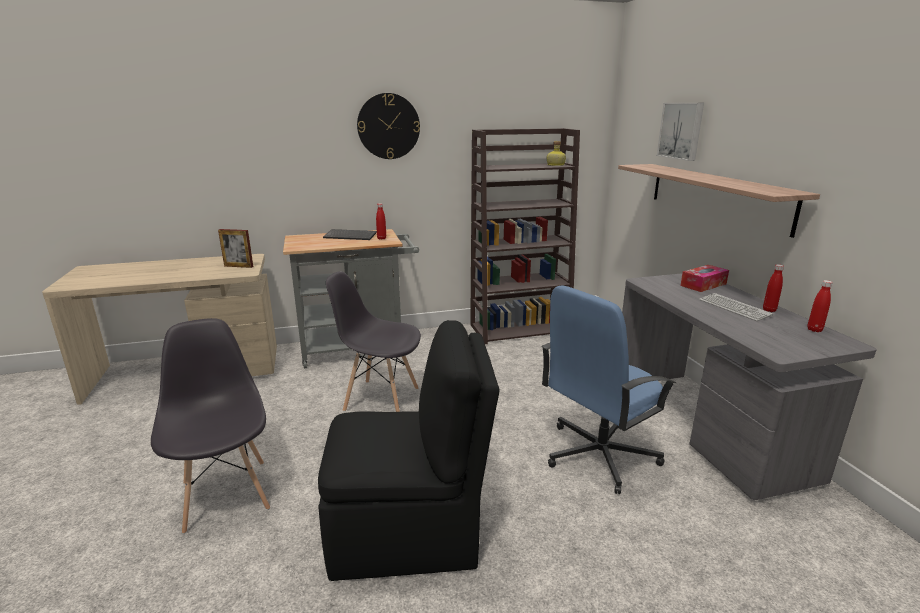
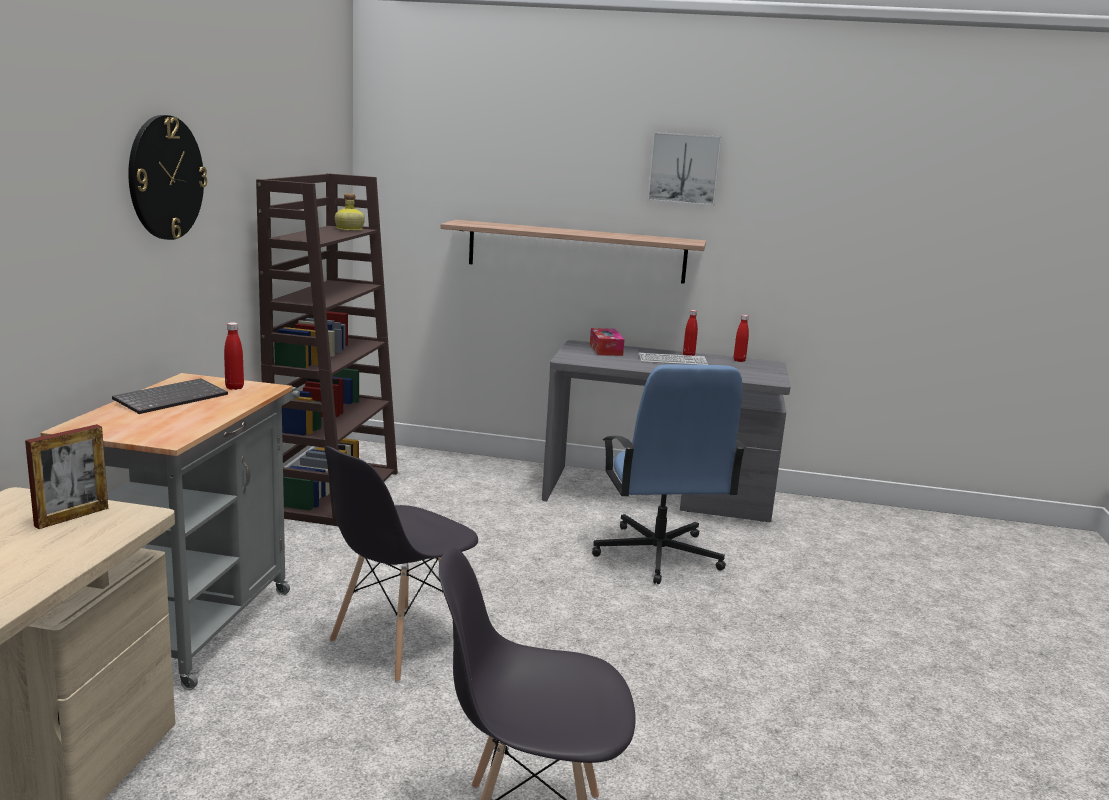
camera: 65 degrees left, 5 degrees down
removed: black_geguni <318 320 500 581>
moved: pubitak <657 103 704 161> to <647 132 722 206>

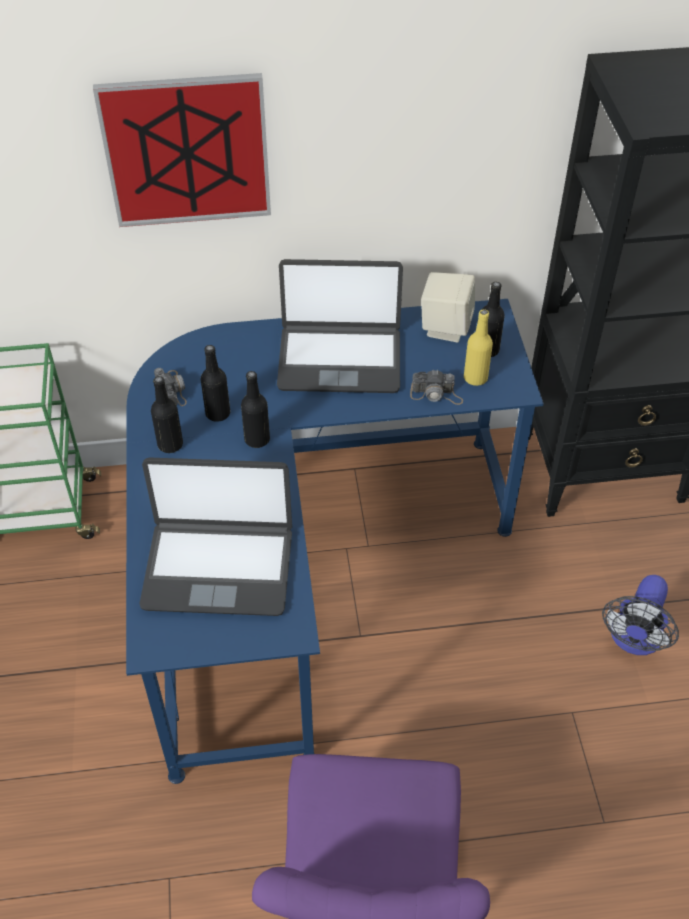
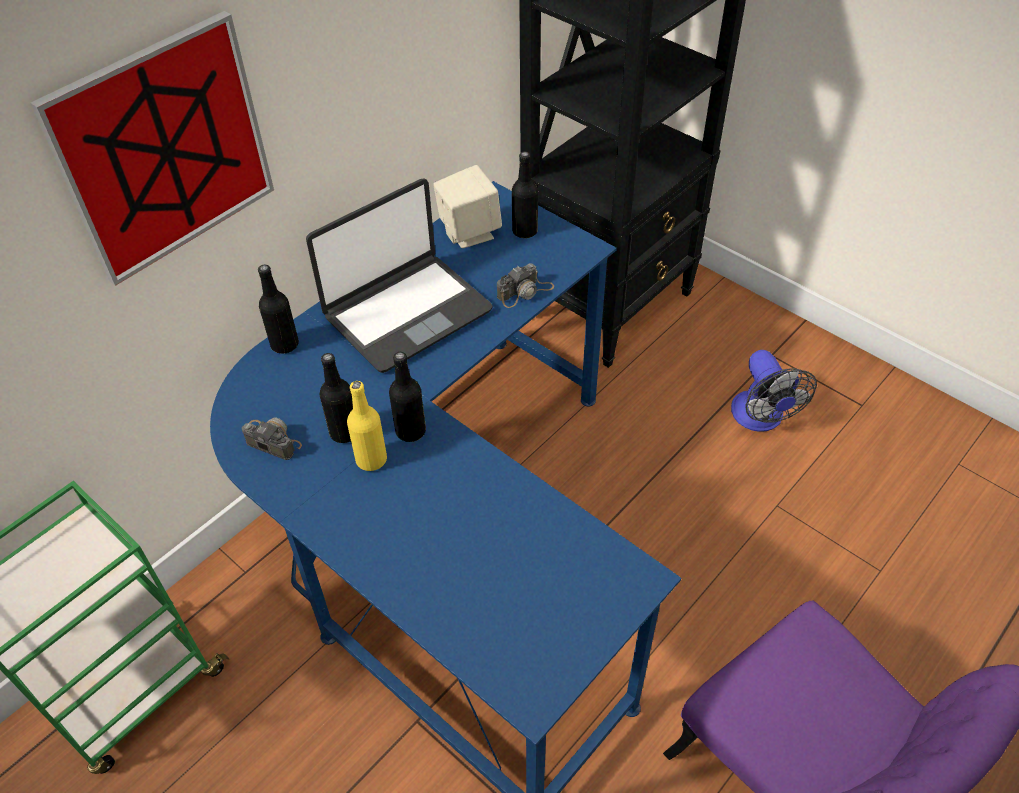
camera: 40 degrees left, 0 degrees up
removed: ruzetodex <139 457 292 616>
moved: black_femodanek <151 376 183 453> to <258 265 299 354>; yellow_femodanek <464 309 493 386> to <347 381 387 471>

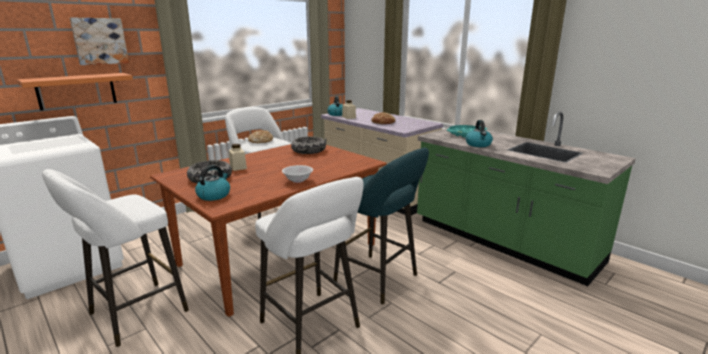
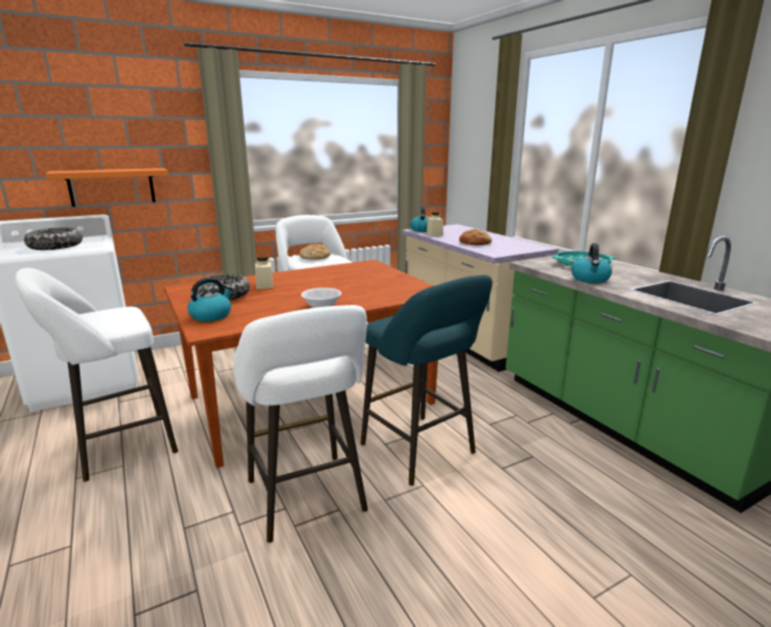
camera: 15 degrees right, 0 degrees up
removed: pubitak <70 18 129 65>
moved: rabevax <291 136 326 154> to <24 227 83 250>

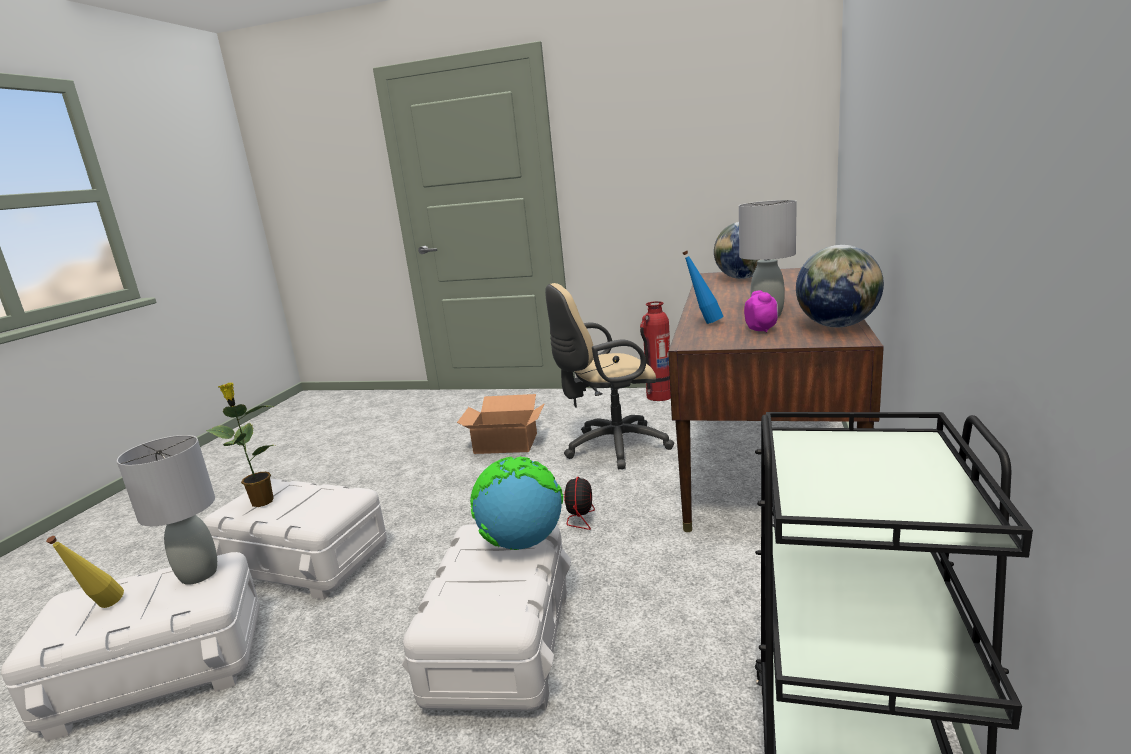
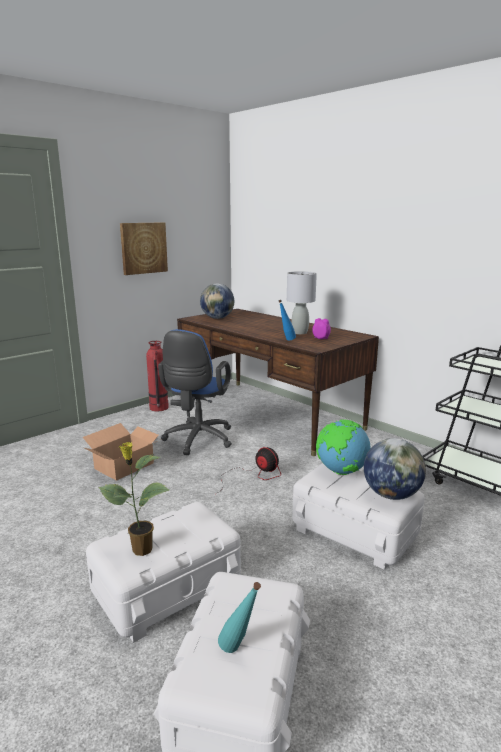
camera: 60 degrees left, 0 degrees up
removed: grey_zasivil <117 435 217 585>
added: pubitak <120 222 168 275>
moved: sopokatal <796 245 884 327> to <364 438 426 500>
recoloured: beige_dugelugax <545 283 674 469> to blue_dugelugax <158 329 232 455>; yellow_femodanek <46 536 124 608> to turquoise_femodanek <218 582 261 653>

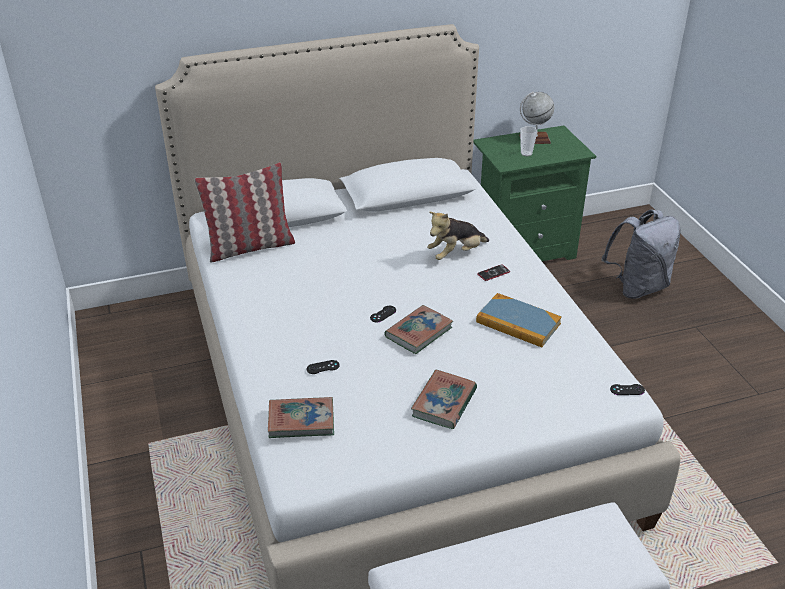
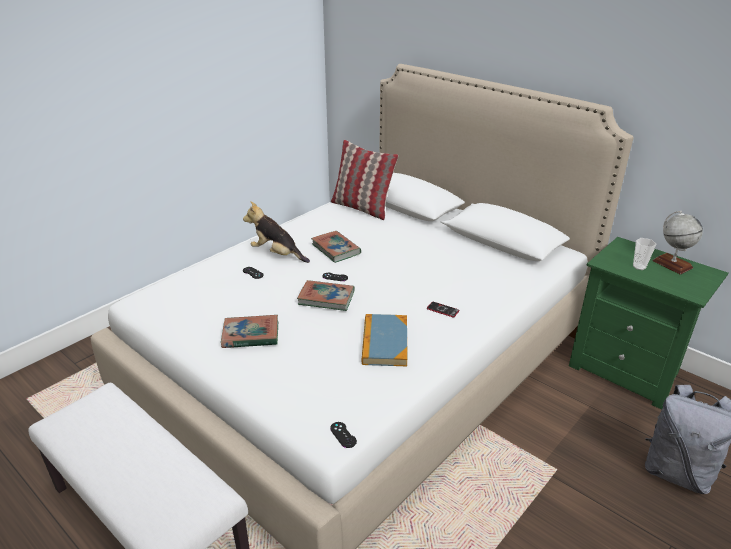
camera: 60 degrees right, 5 degrees down
moved: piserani <427 212 489 260> to <243 202 310 263>; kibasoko <268 397 334 438> to <311 231 361 263>

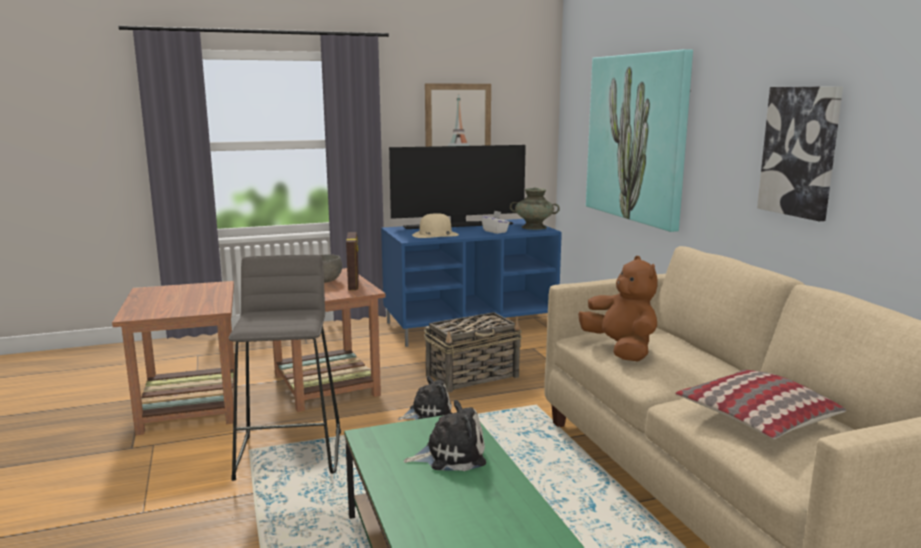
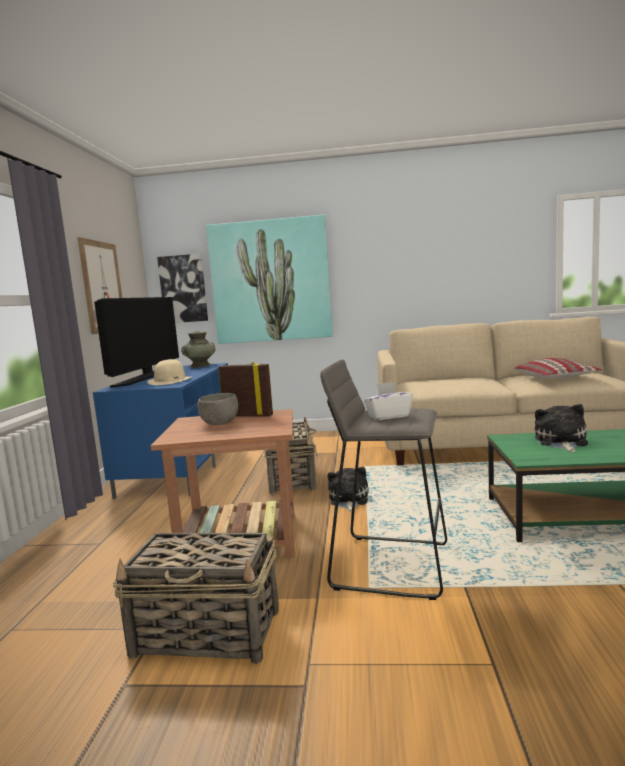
camera: 65 degrees left, 5 degrees down
removed: brown_piserani <578 256 658 362>
moved: pubitak <757 86 843 221> to <157 254 208 323>; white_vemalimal <481 211 510 234> to <364 382 413 420>
replaced: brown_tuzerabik <112 281 235 436> to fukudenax <113 533 279 664>

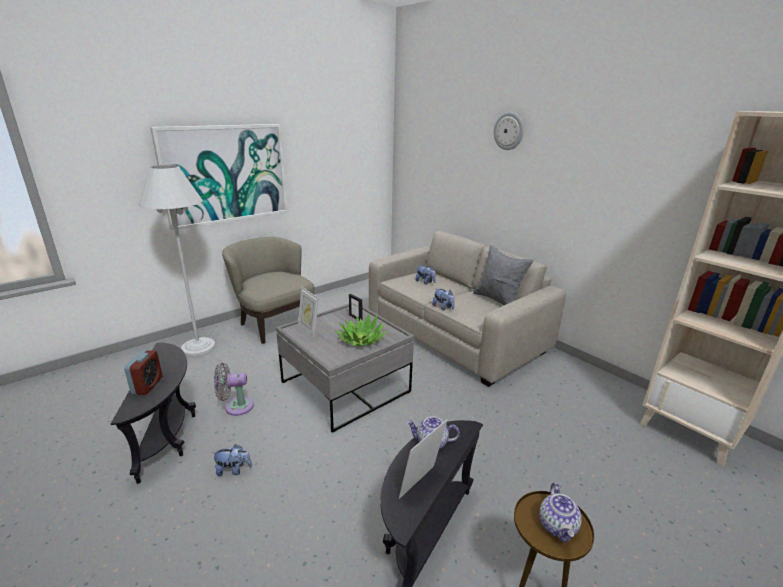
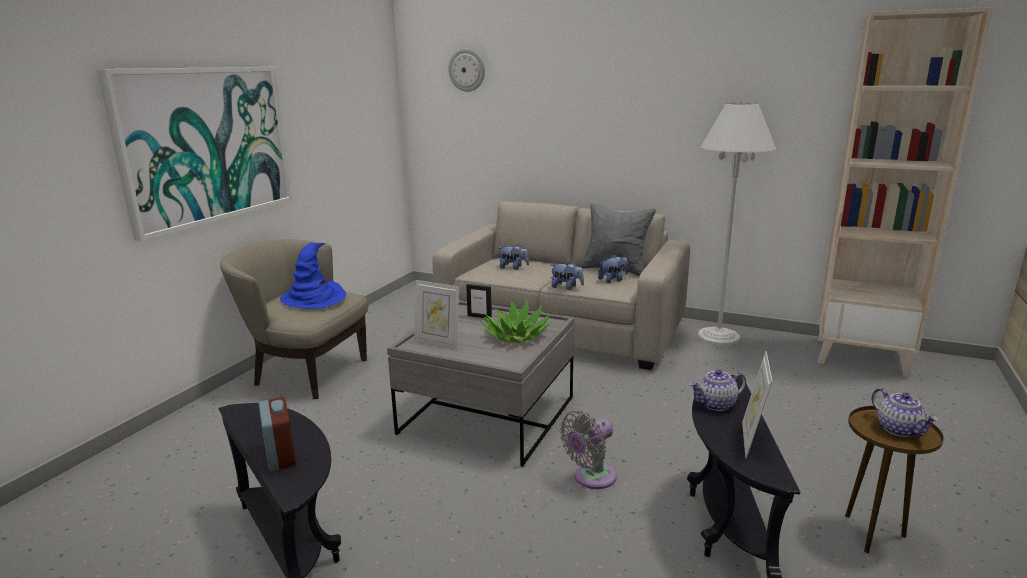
camera: 25 degrees left, 5 degrees down
added: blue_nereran <280 242 346 309>
moved: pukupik <494 112 524 150> to <449 48 485 92>; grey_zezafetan <214 363 254 416> to <560 411 617 489>; piserani <212 444 252 476> to <598 255 628 283>; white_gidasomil <138 165 215 356> to <698 103 776 346>

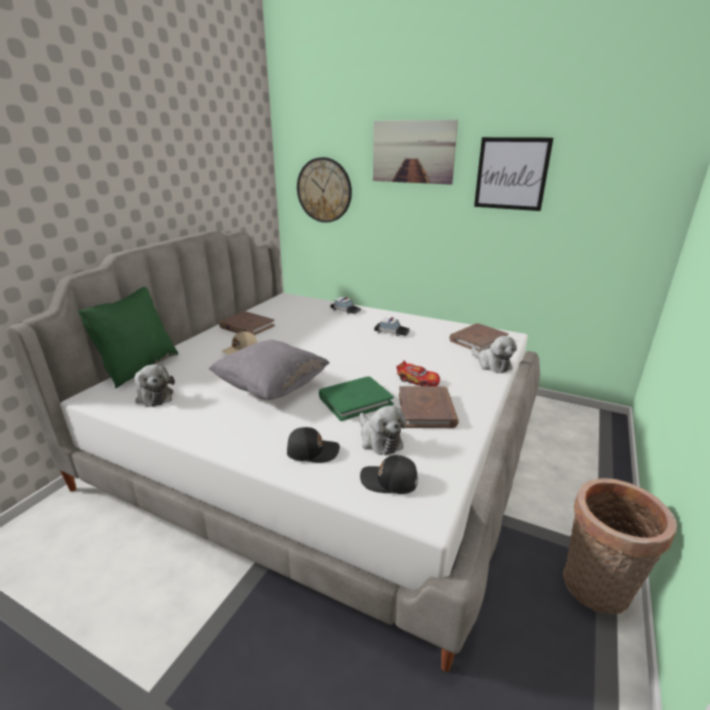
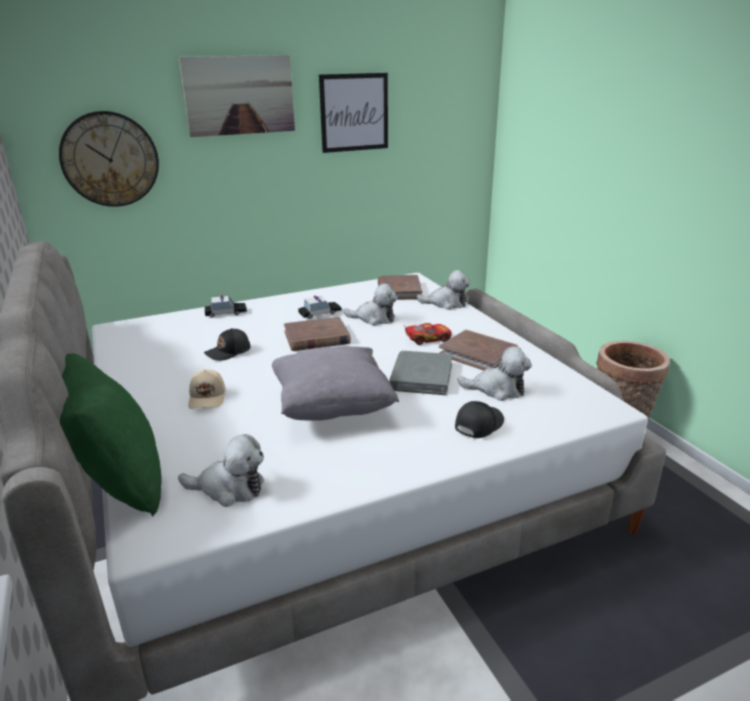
camera: 50 degrees left, 0 degrees up
added: piserani <343 284 398 325>
moved: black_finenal <360 455 418 494> to <204 328 251 361>; brown_kibasoko <219 311 275 335> to <284 317 351 351>
recoloured: green_kibasoko <319 376 394 421> to grey_kibasoko <389 351 452 395>

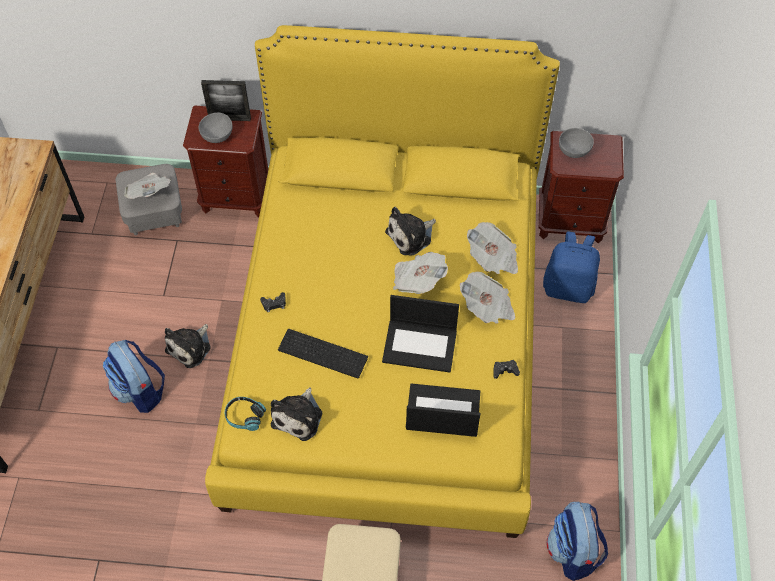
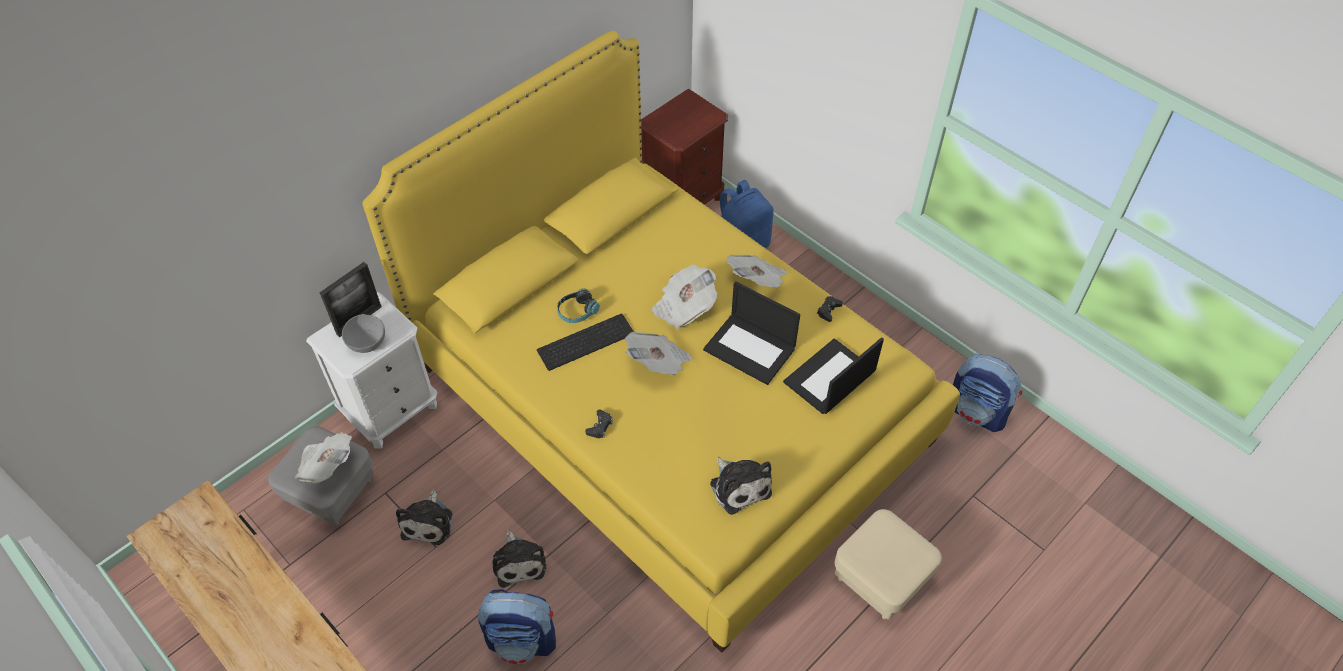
camera: 50 degrees left, 5 degrees down
removed: grey_rabevax <559 128 594 158>
moved: piserani <385 207 436 255> to <396 490 452 545>; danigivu <278 329 368 379> to <537 314 634 371>; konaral <225 397 266 431> to <557 288 600 323>; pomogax <467 222 518 274> to <625 332 692 376>
recoloured: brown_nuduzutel <183 106 269 218> to white_nuduzutel <306 292 437 449>
turned: ruzetodex <382 295 459 372> = <703 281 800 385> 75 degrees clockwise

